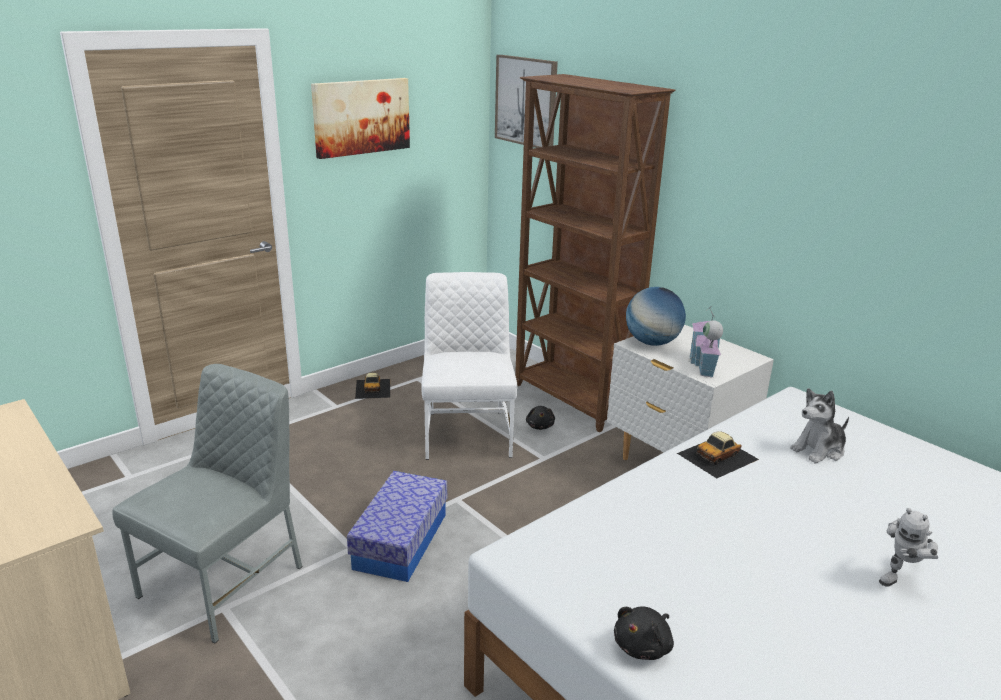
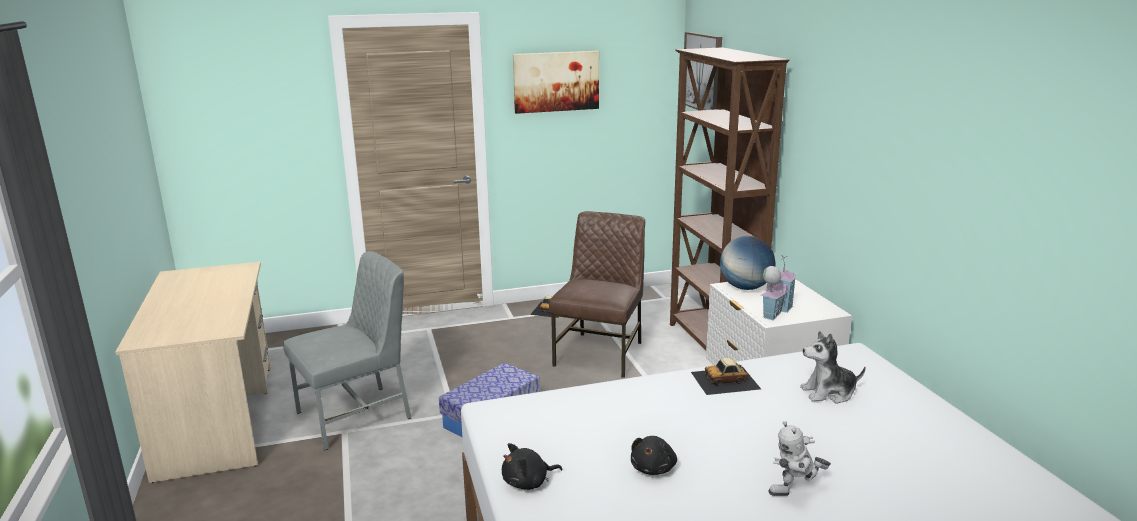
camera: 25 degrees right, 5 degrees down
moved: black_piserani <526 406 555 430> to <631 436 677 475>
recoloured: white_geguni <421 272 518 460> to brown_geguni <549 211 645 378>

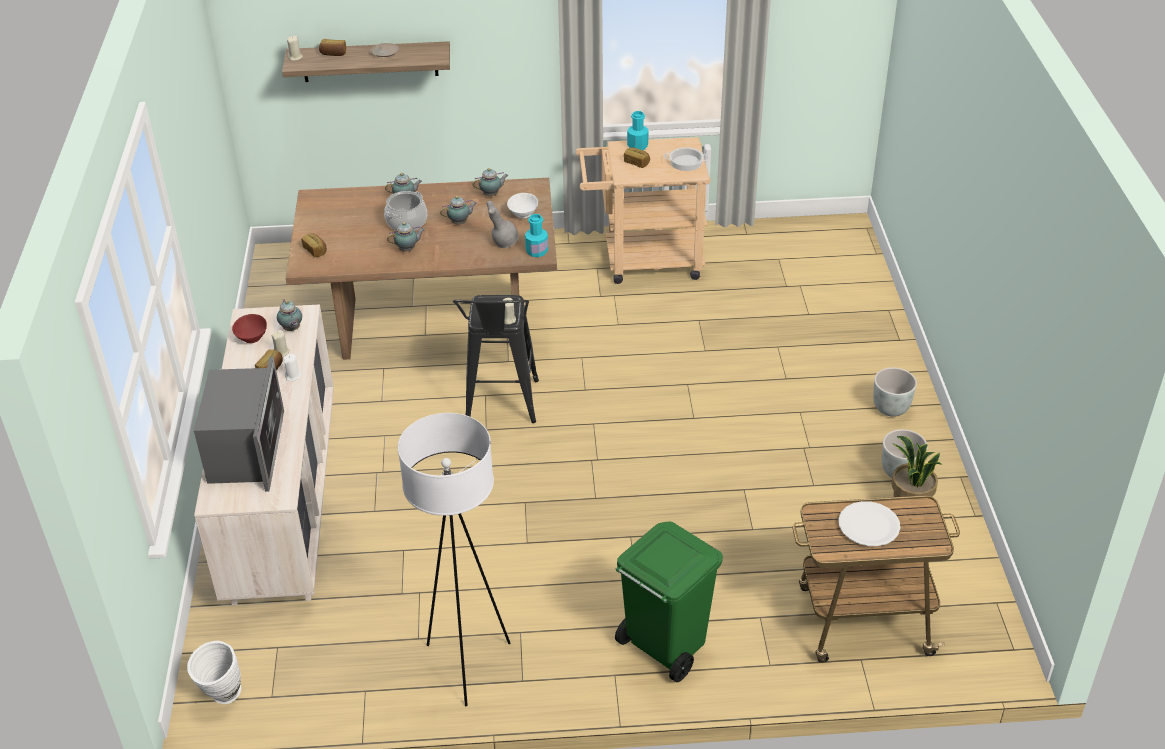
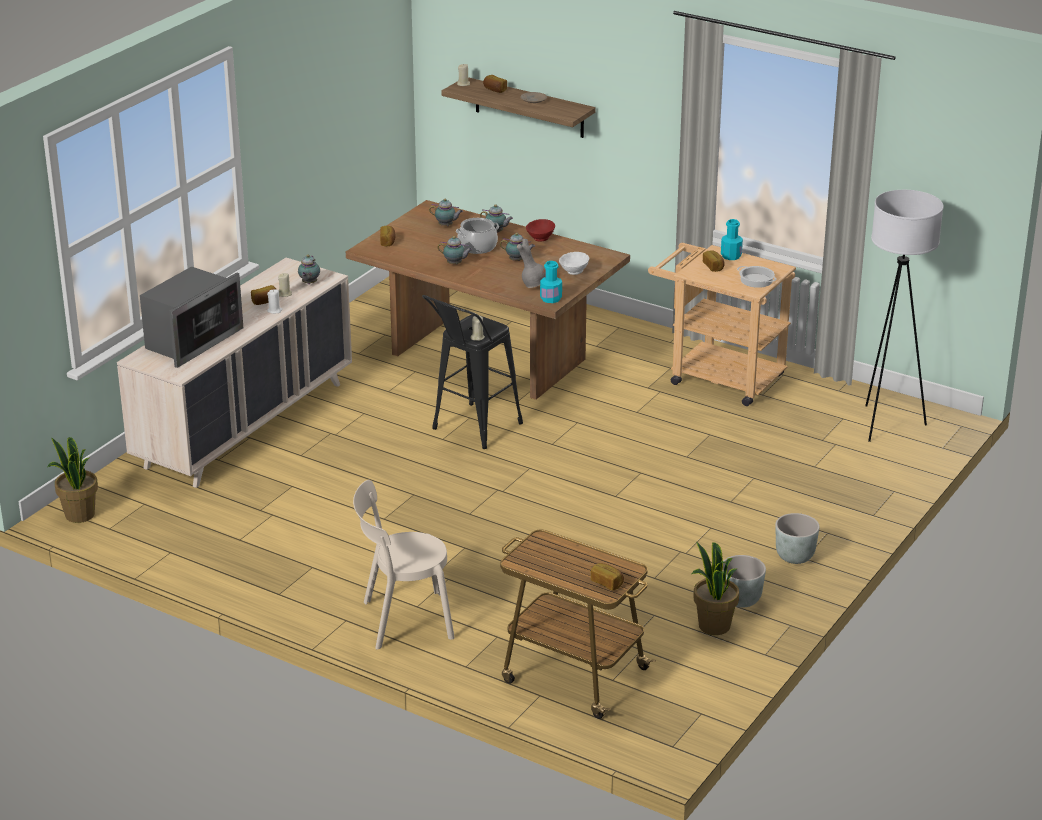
camera: 35 degrees right, 10 degrees down
removed: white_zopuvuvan <838 501 901 546>
added: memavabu <591 563 624 590>
moved: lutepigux <473 168 508 196> to <429 199 463 226>; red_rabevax <232 314 267 343> to <526 219 555 242>; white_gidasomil <398 413 510 706> to <865 190 944 442>
replaced: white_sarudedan <187 641 241 704> to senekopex <48 437 98 523>; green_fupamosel <615 521 723 682> to beige_geguni <353 480 455 650>

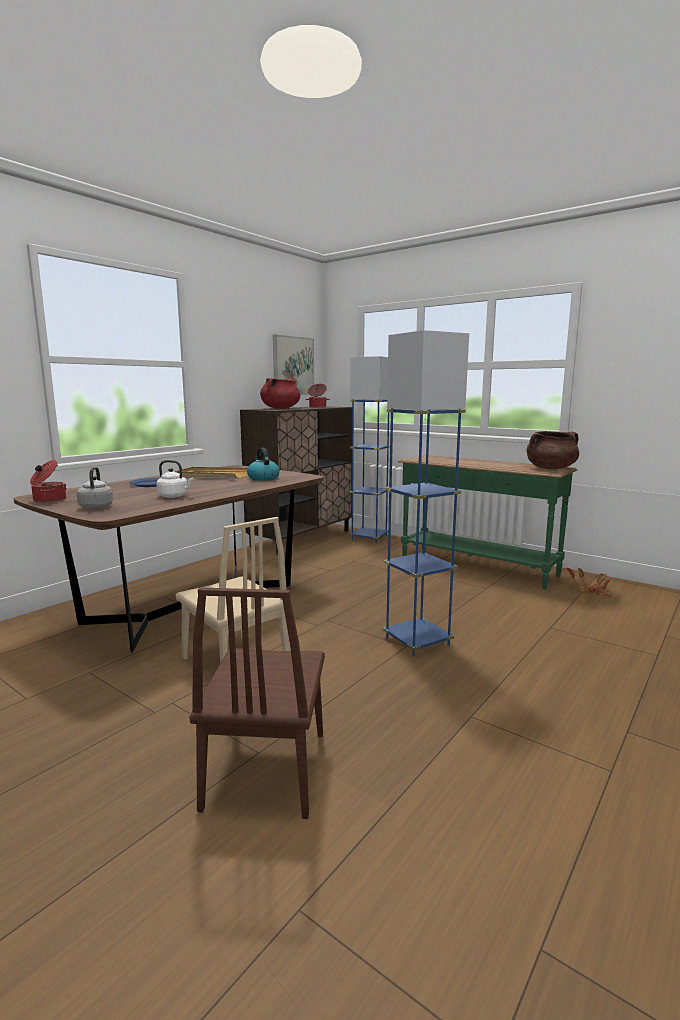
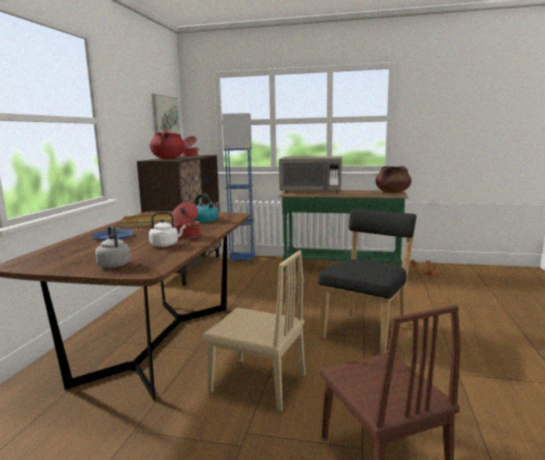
camera: 25 degrees left, 0 degrees up
added: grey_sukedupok <279 156 342 193>
moved: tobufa <30 460 67 503> to <172 203 200 239>
replaced: blue_gidasomil <383 330 469 657> to black_geguni <318 209 416 354>

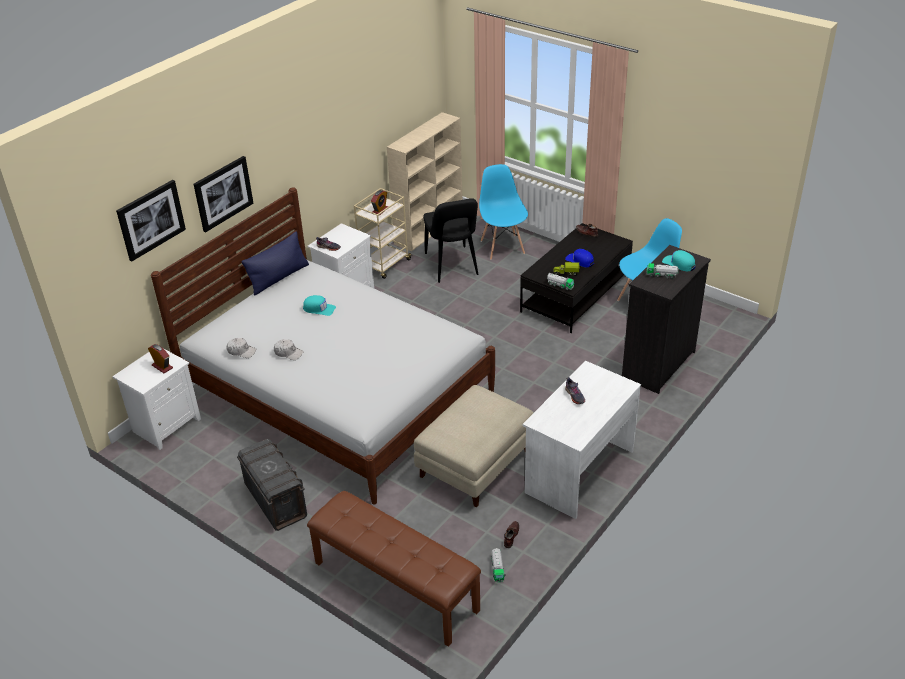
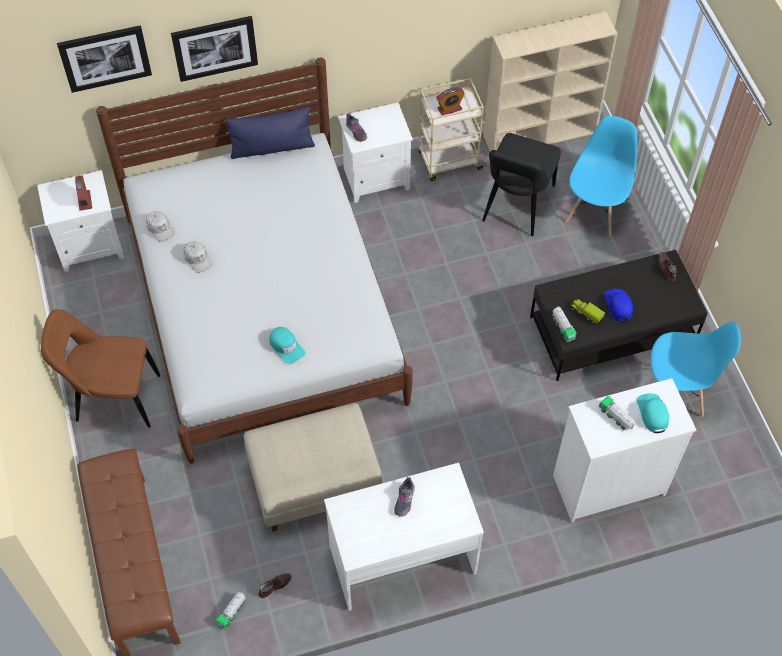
camera: 35 degrees right, 20 degrees up
moved: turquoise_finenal <303 295 336 316> to <269 327 305 364>
replaced: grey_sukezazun <237 439 307 531> to brown_geguni <41 309 160 428>
recoloured: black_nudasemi <622 245 711 394> to white_nudasemi <553 378 696 522>

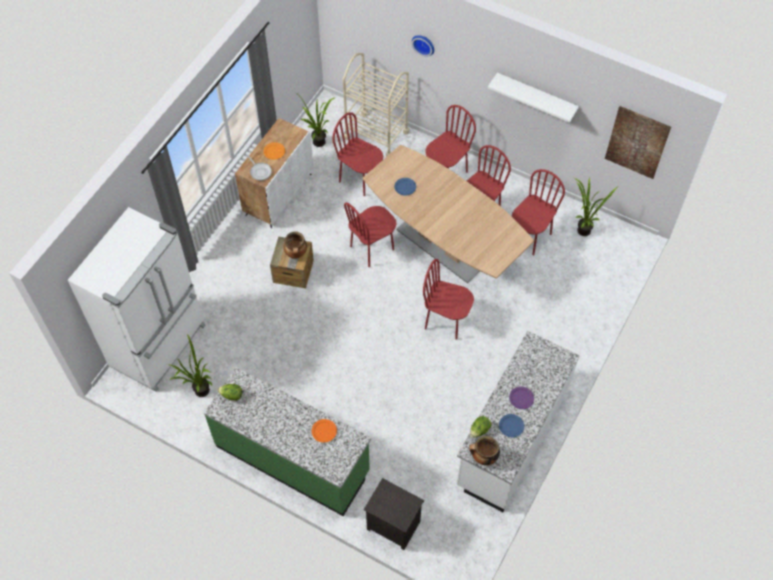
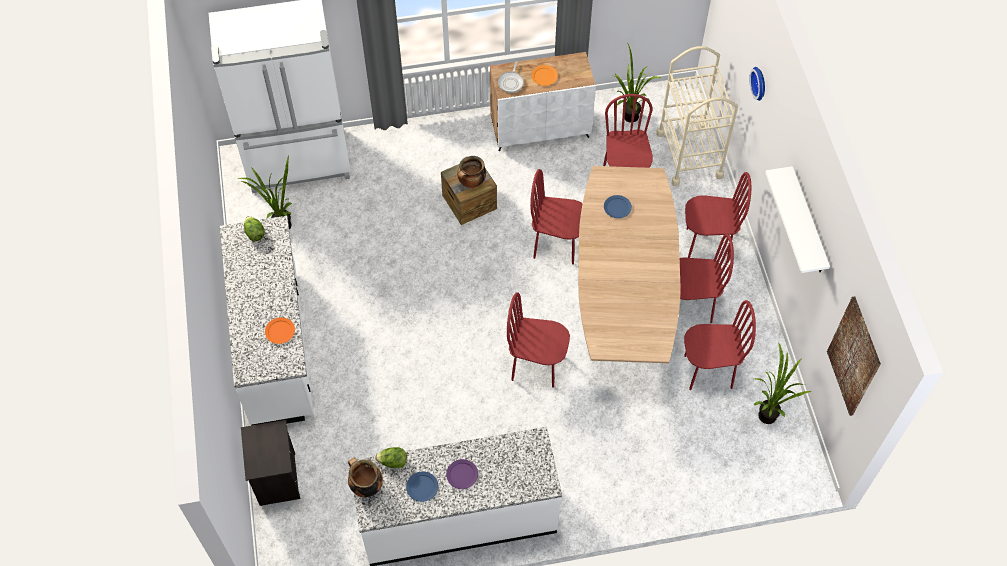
camera: 50 degrees right, 0 degrees up
recoloured: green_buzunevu <204 367 371 516> to white_buzunevu <220 216 313 426>
turned: red_geguni <423 259 474 340> = <507 292 570 388> 60 degrees counterclockwise

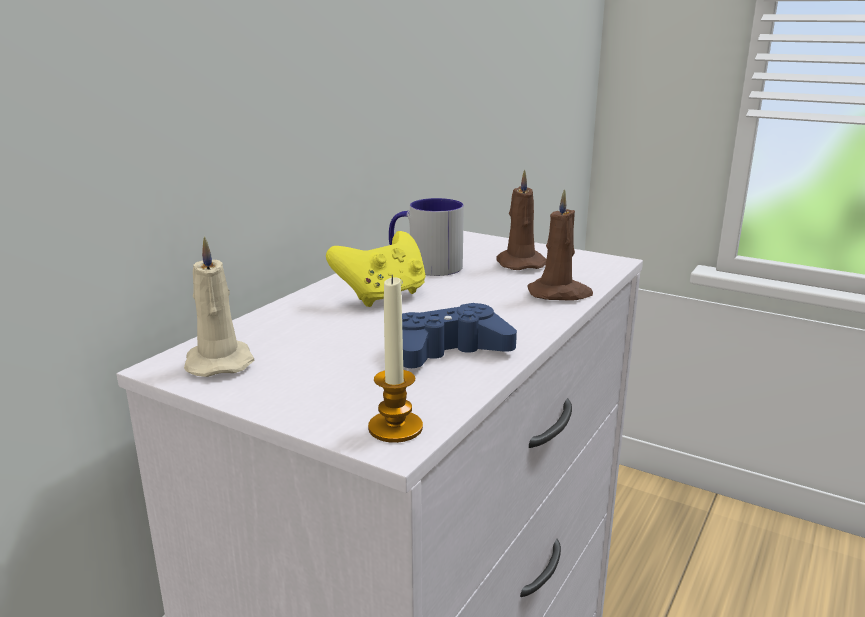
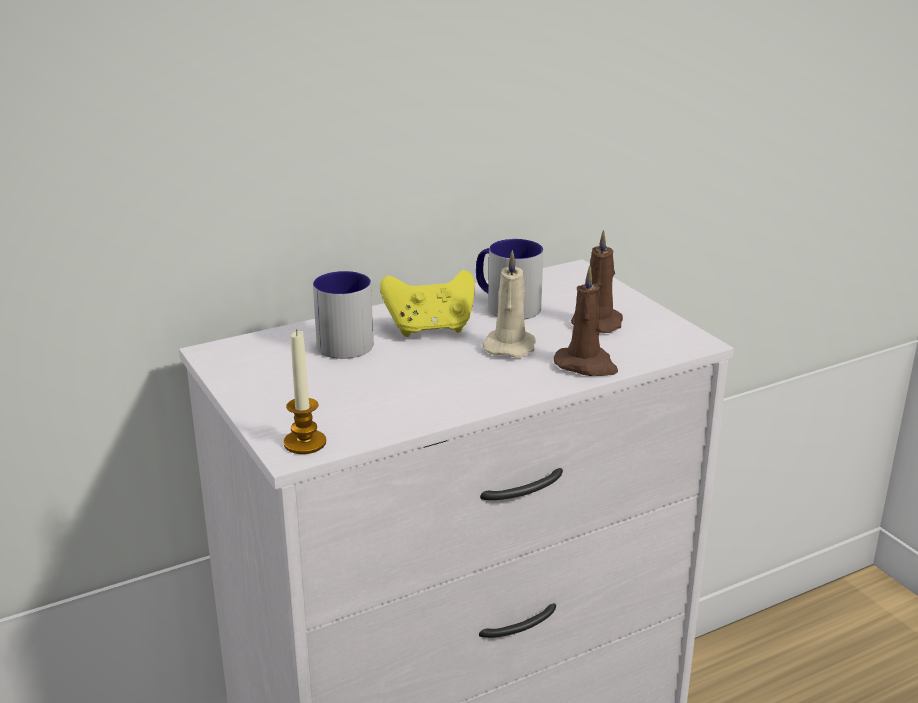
camera: 30 degrees right, 5 degrees up
removed: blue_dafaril <402 303 517 368>
added: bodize <313 271 373 359>
moved: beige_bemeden <184 236 254 377> to <482 250 536 358>

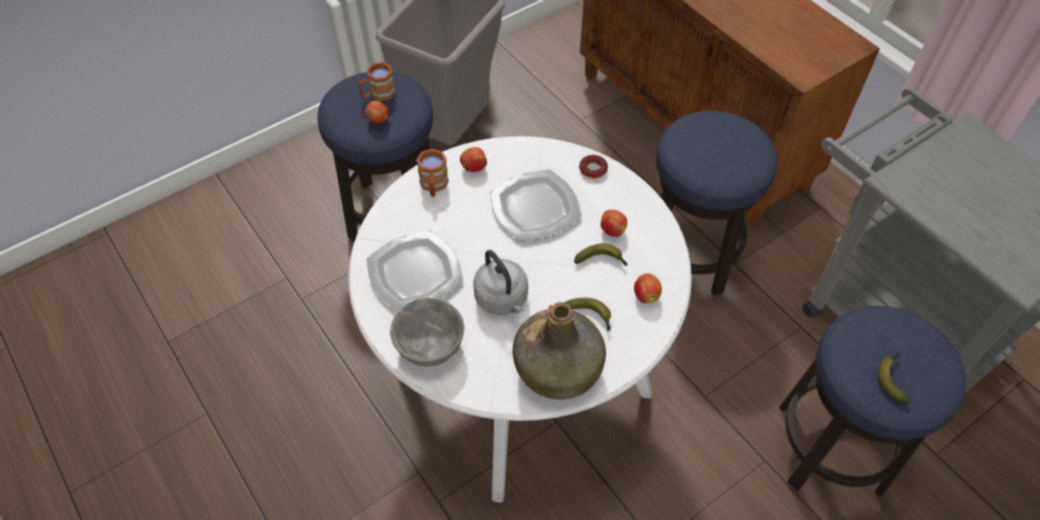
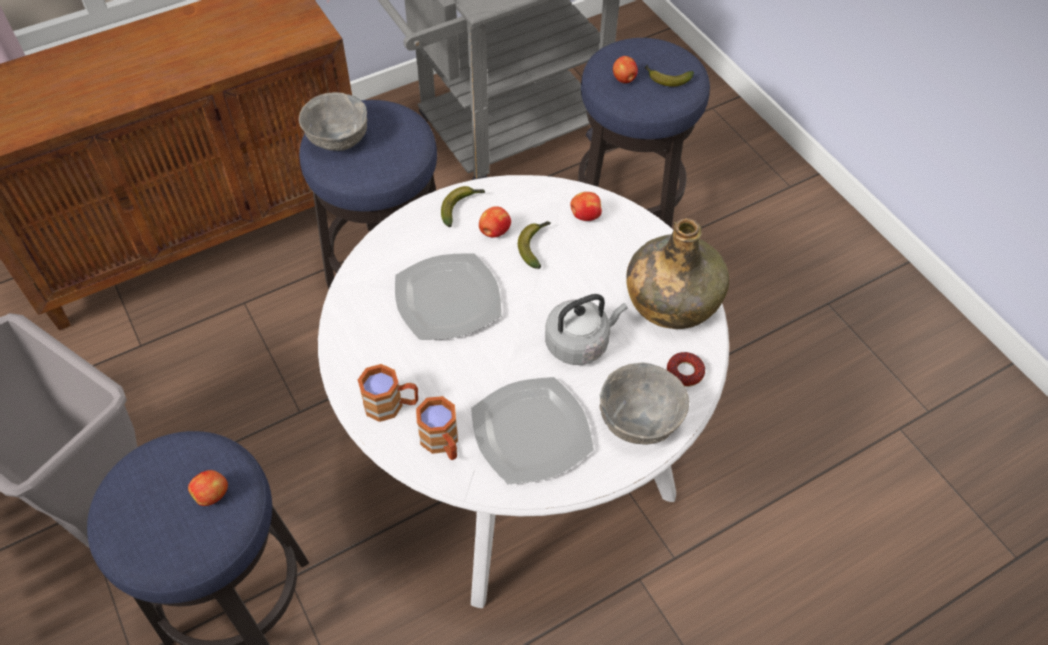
camera: 85 degrees left, 0 degrees up
added: grey_rabevax <299 92 367 151>
moved: brown_bodize <358 62 396 101> to <416 396 458 460>; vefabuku <564 298 611 331> to <441 186 485 227>; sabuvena <460 147 487 172> to <613 56 638 84>; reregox <579 155 608 179> to <667 352 705 387>

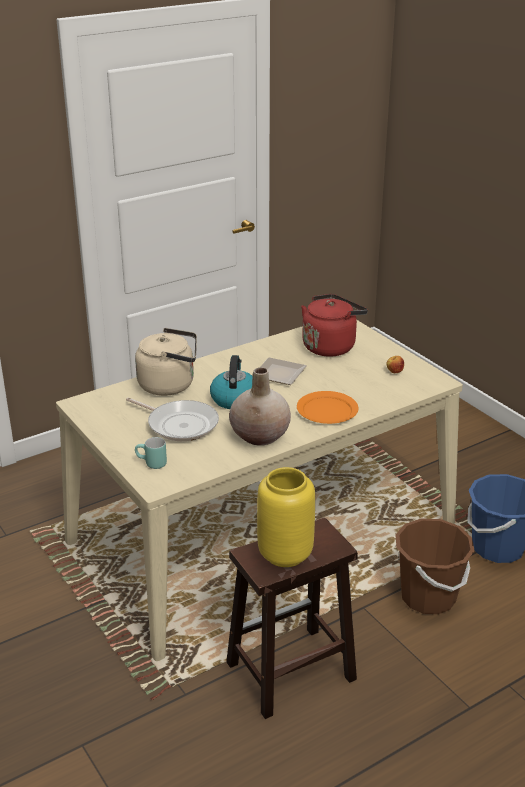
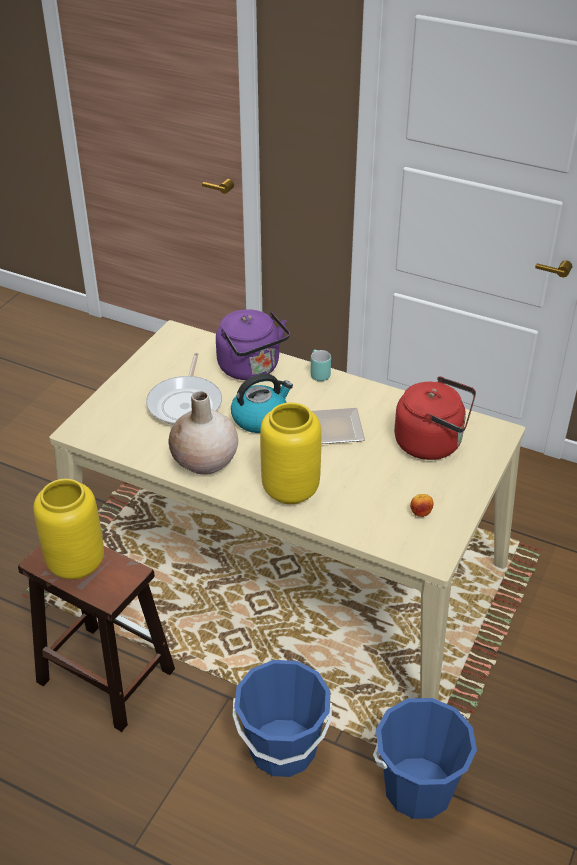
camera: 60 degrees right, 10 degrees up
moved: turquoise_bodize <135 437 167 469> to <311 350 331 381>
replaced: orange_zopuvuvan <297 391 358 424> to yellow_sarudedan <260 402 321 504>
recoloured: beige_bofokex <135 328 197 396> to purple_bofokex <216 309 290 380>; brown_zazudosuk <395 518 475 614> to blue_zazudosuk <233 660 332 777>

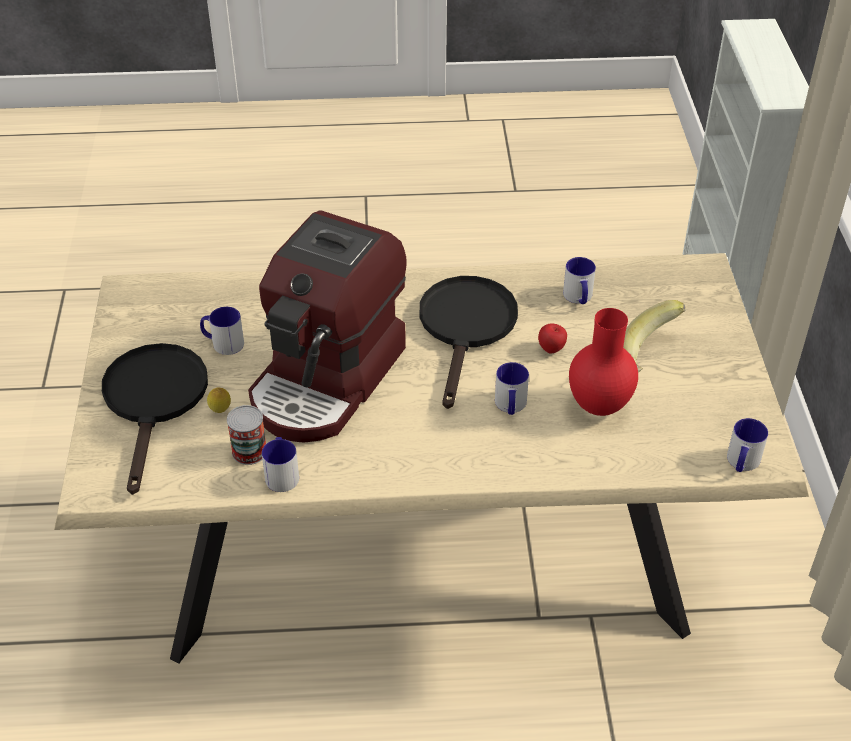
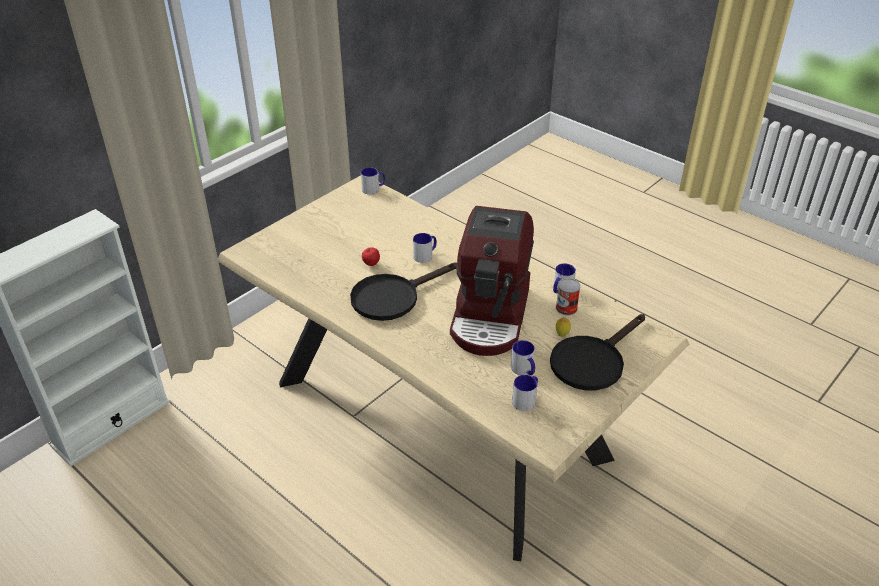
camera: 135 degrees left, 5 degrees down
removed: red_sarudedan <569 308 638 416>; vefabuku <623 300 686 372>
moved: bodize <563 257 596 304> to <512 375 538 411>
turned: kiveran <248 210 407 442> = <450 206 534 356> 120 degrees clockwise

